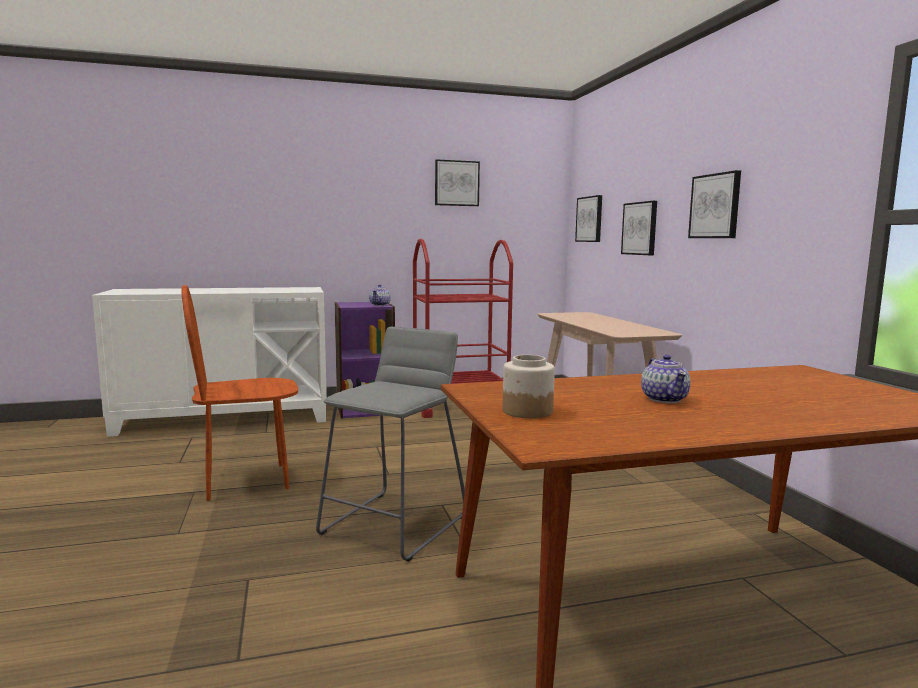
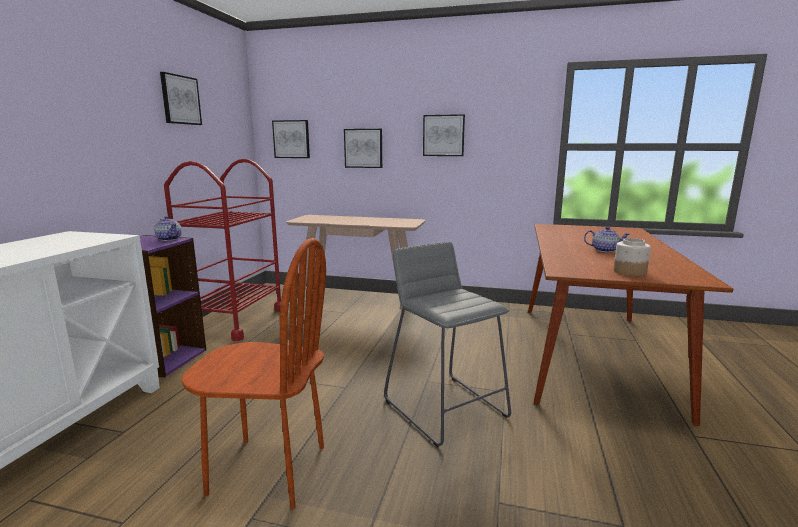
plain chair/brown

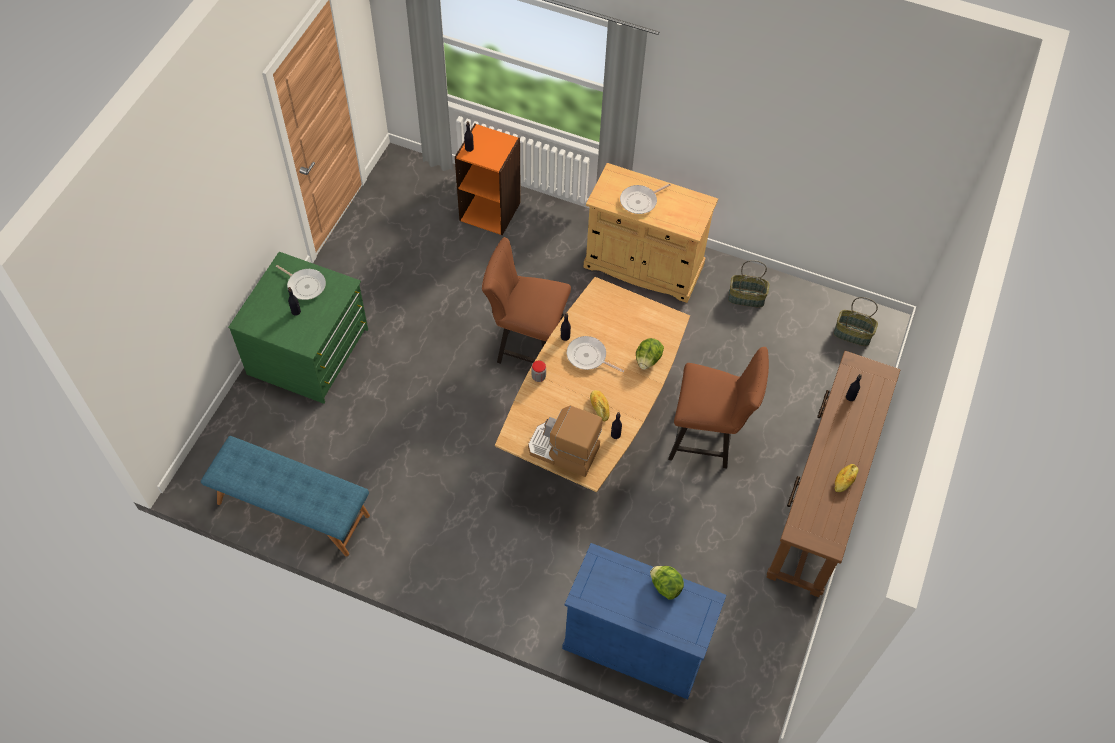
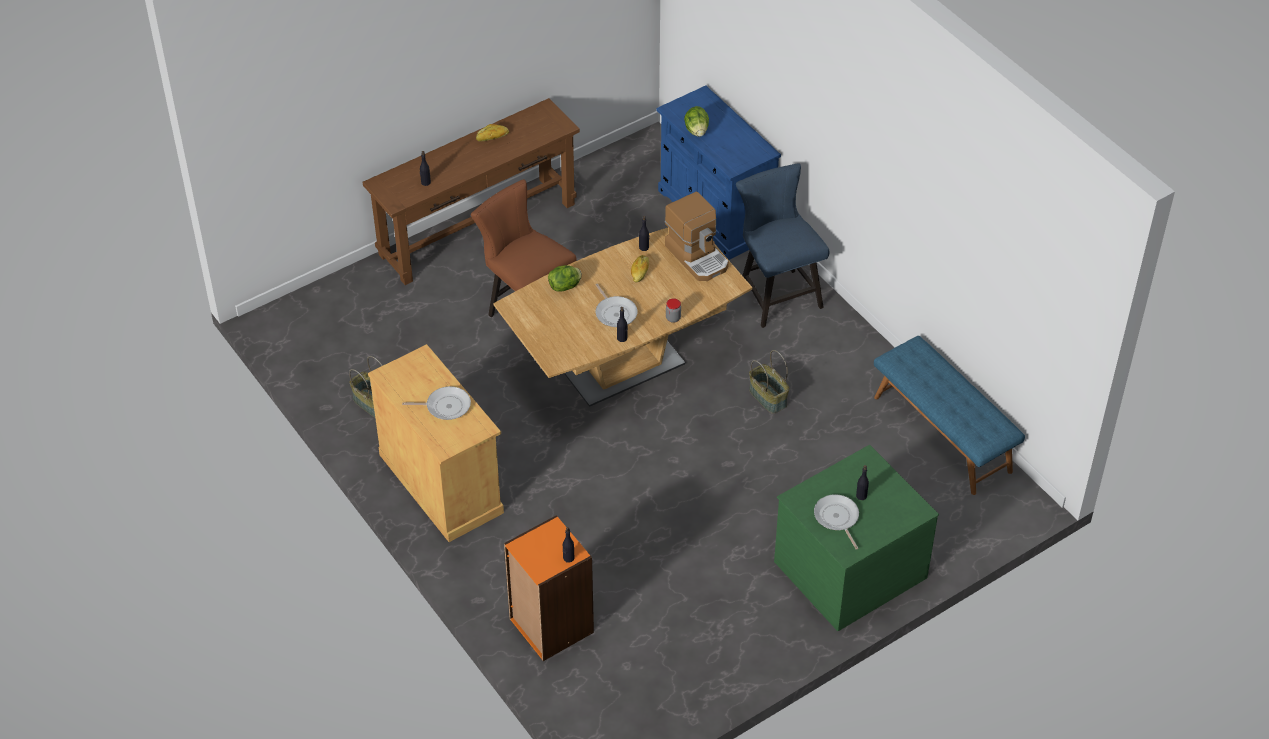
plain chair/brown (1st from left in the first image)
storage basket (2nd from left)
plain chair/bluish

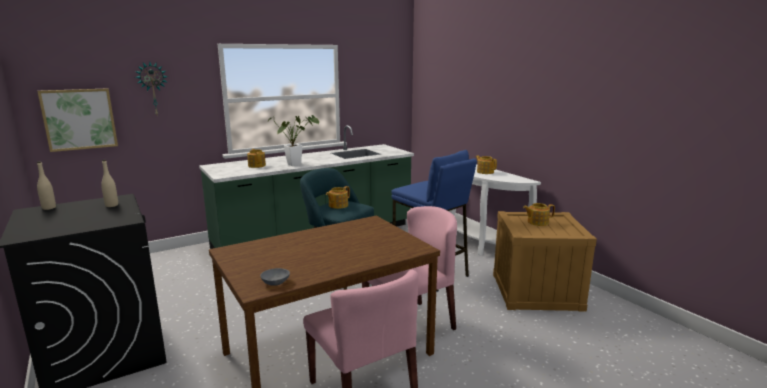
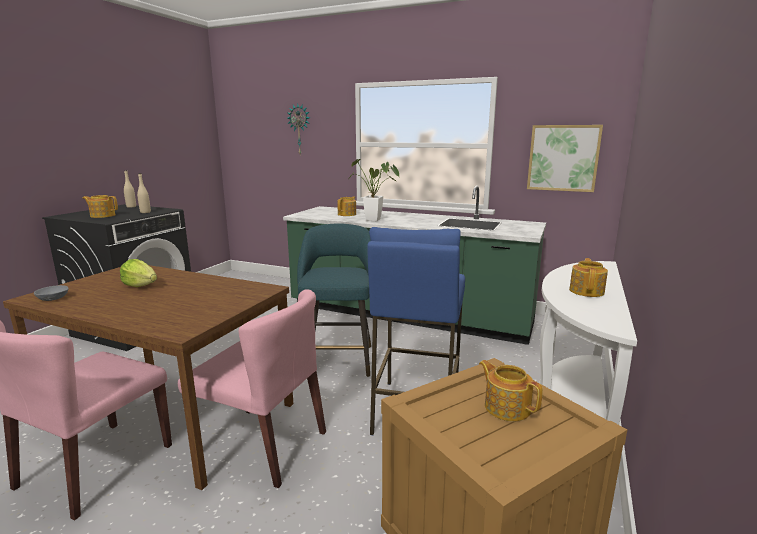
wall art
teapot (1st from left)
lettuce head

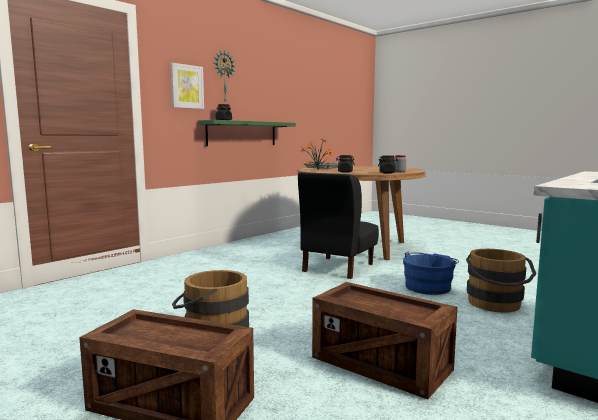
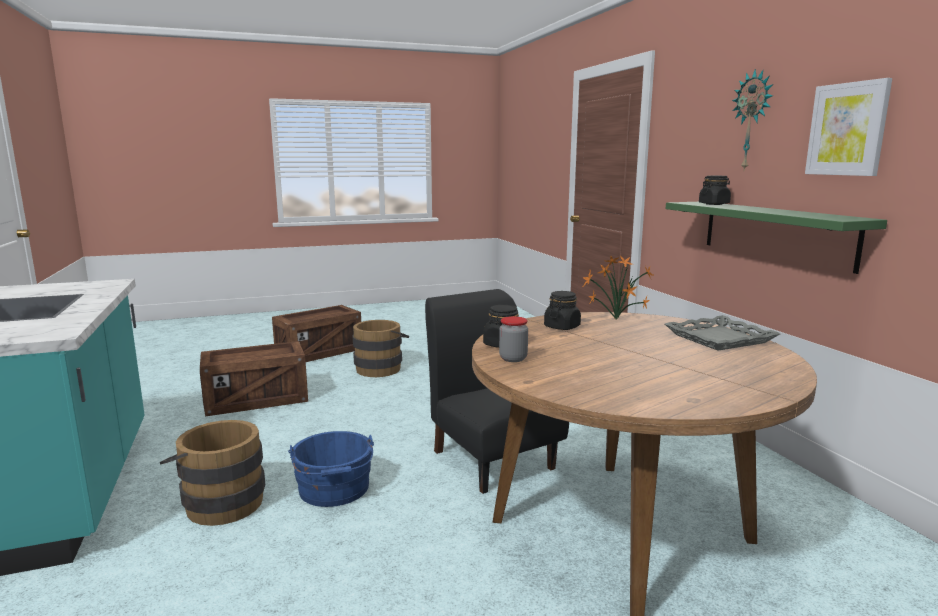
wall art

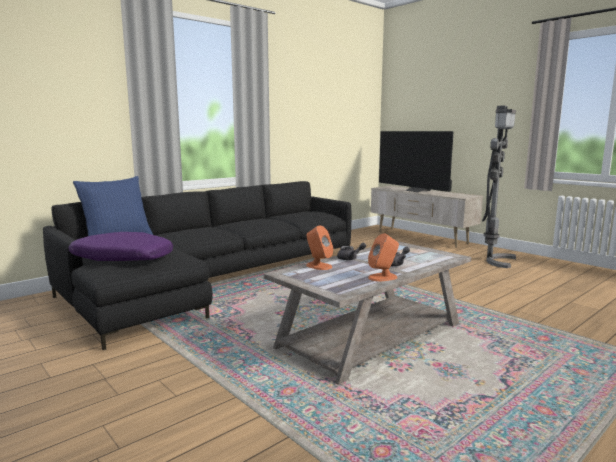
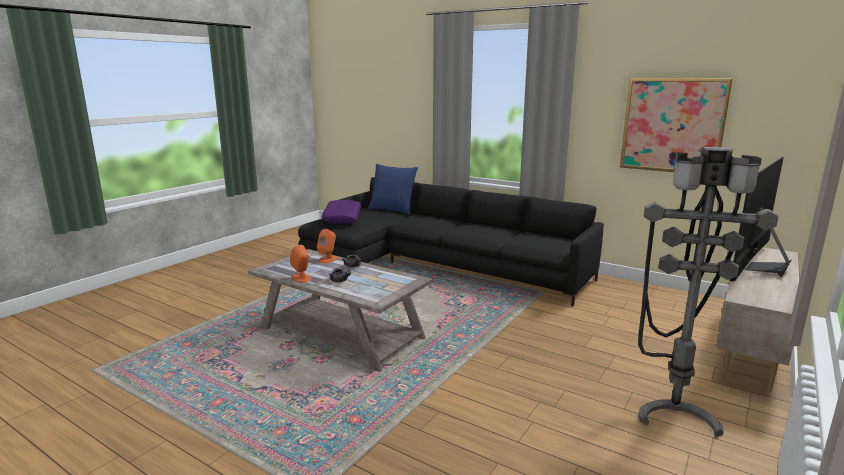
wall art

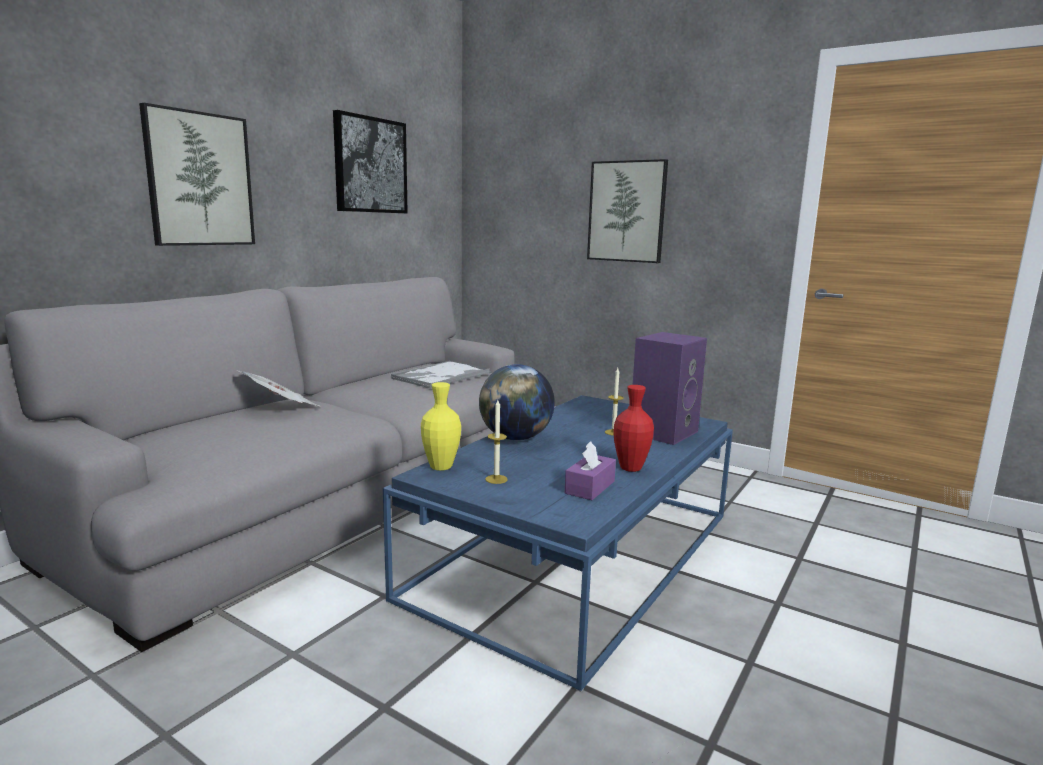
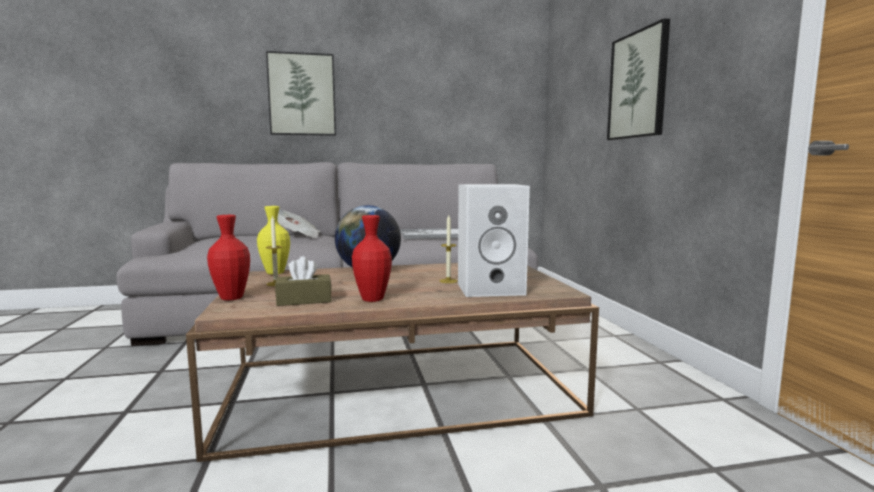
wall art (2nd from left in the first image)
lounge table/brown
tissue holder/brown
loudspeaker/white-coloured
decorative vase/red (1st from left)

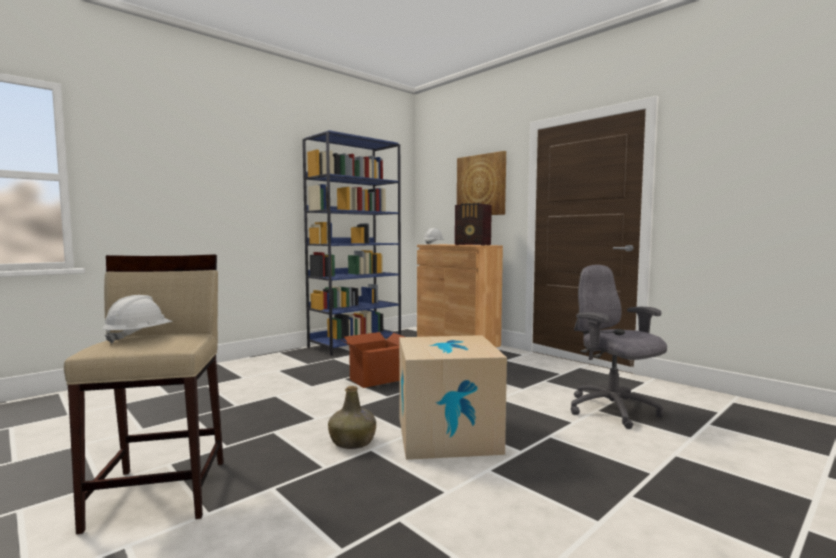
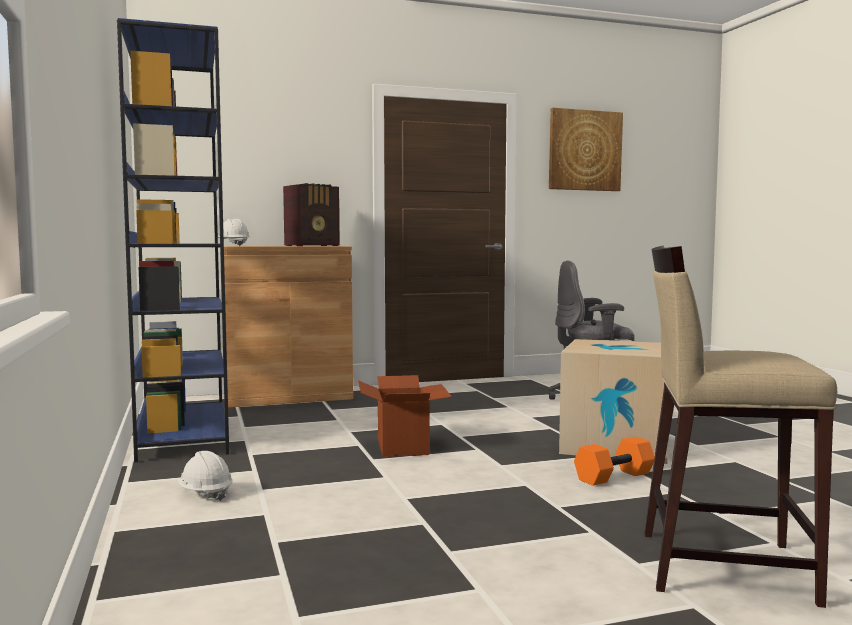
work helmet/white-coloured (1st from left)
free weight/orange-coloured
wall art

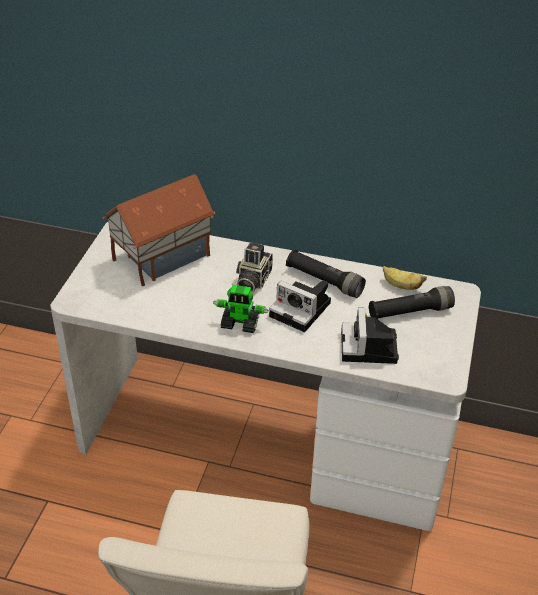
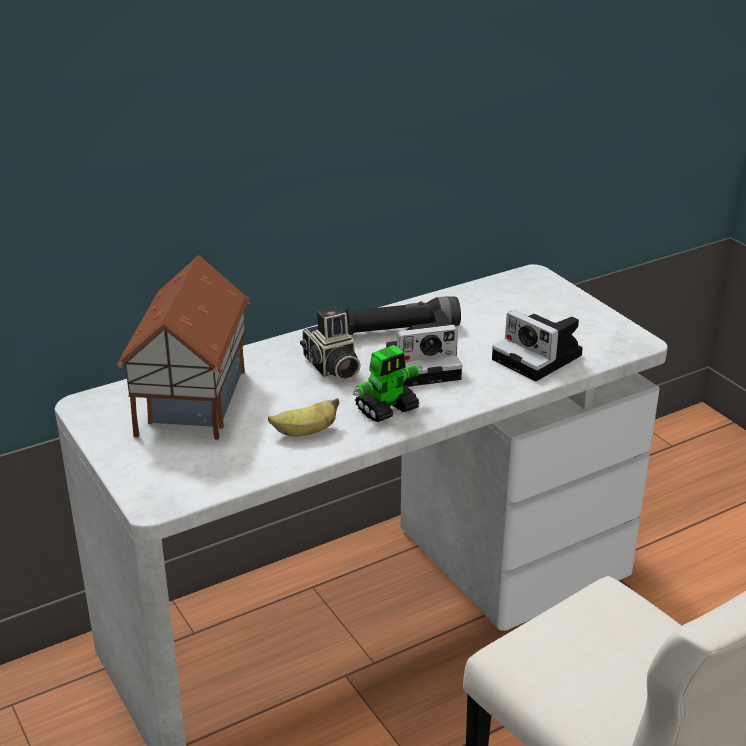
hand torch/black (2nd from left in the first image)
whole banana

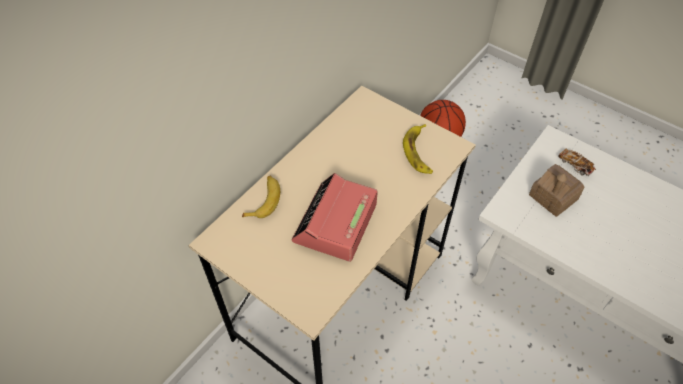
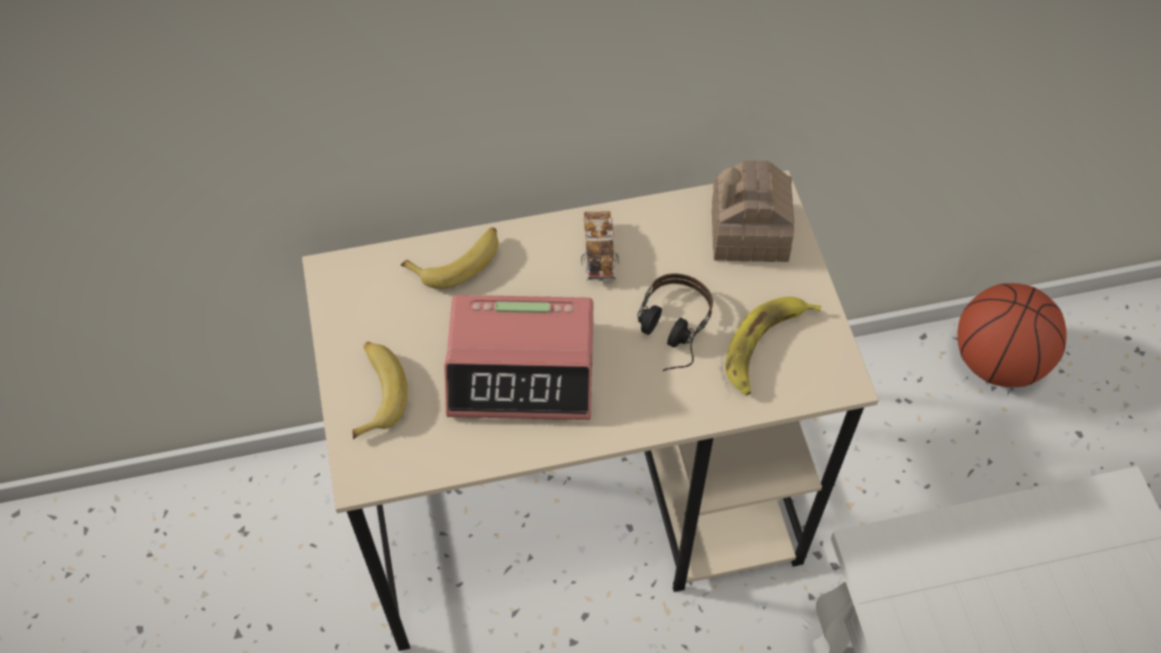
table clock
toy house
toy car
whole banana (1st from left)
pair of headphones

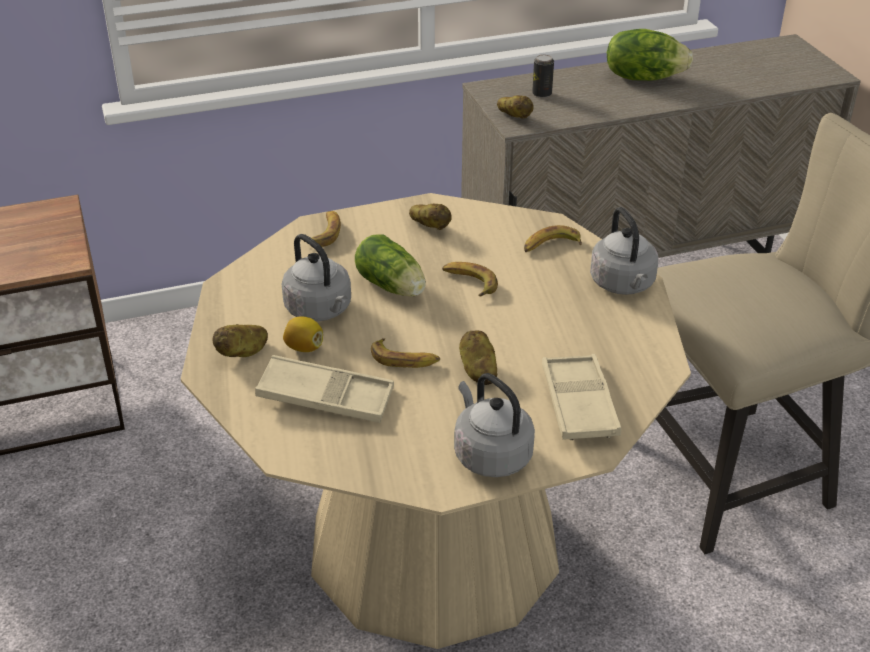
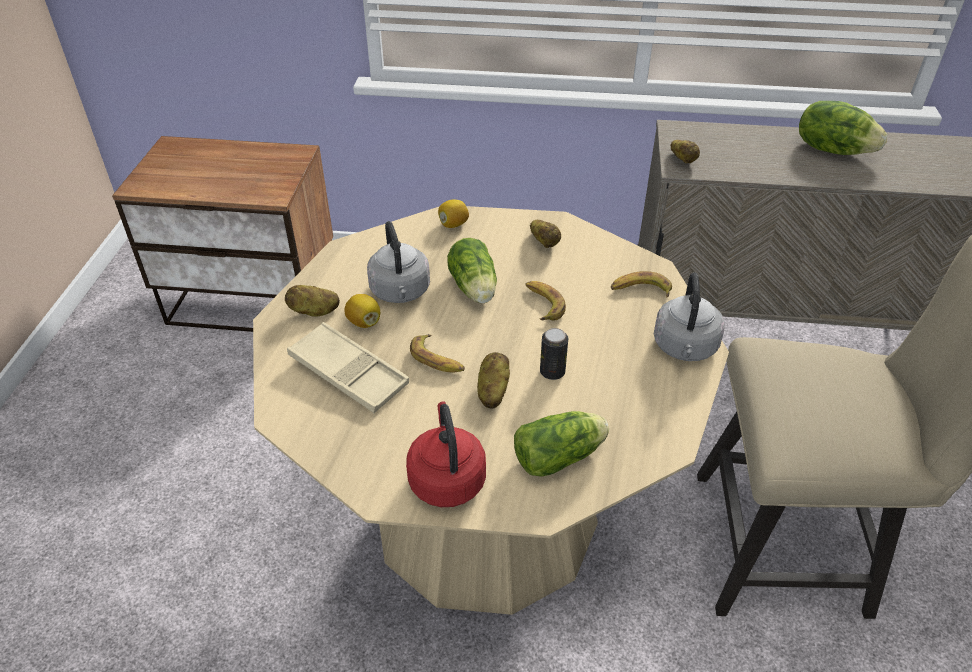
lemon (2nd from left)
tea kettle/red
sealed can
lettuce head (2nd from left)

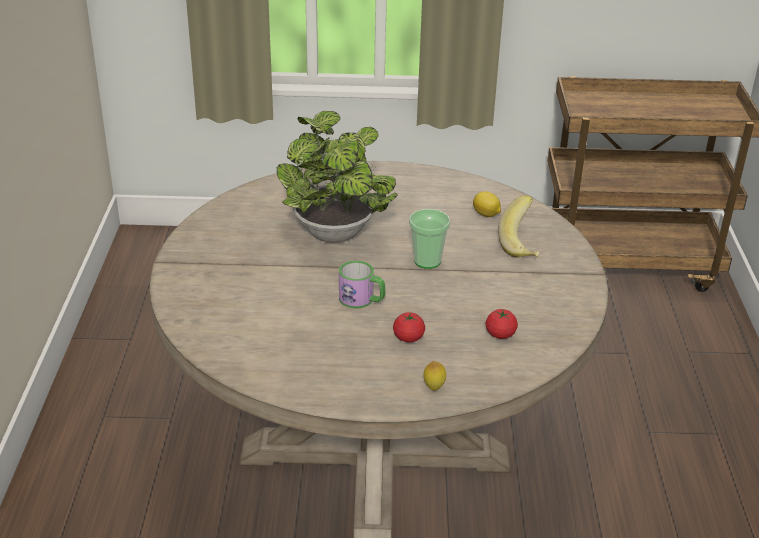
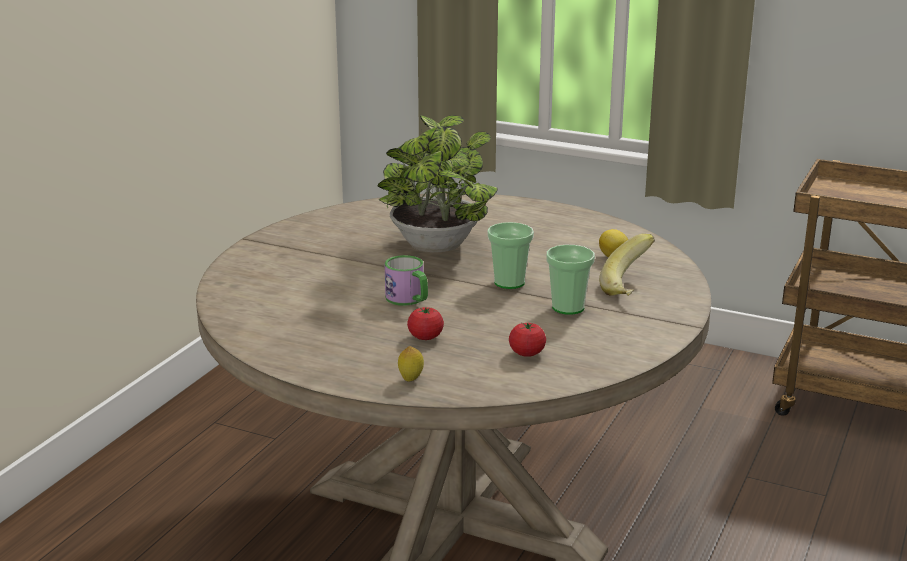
cup (2nd from left)

